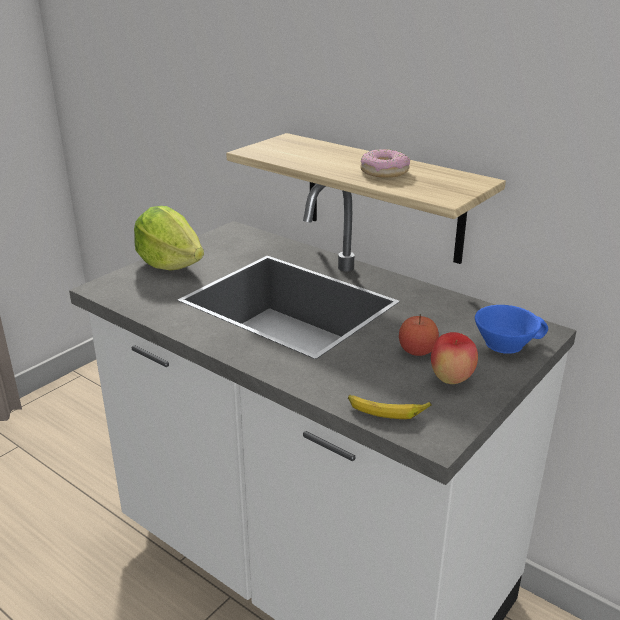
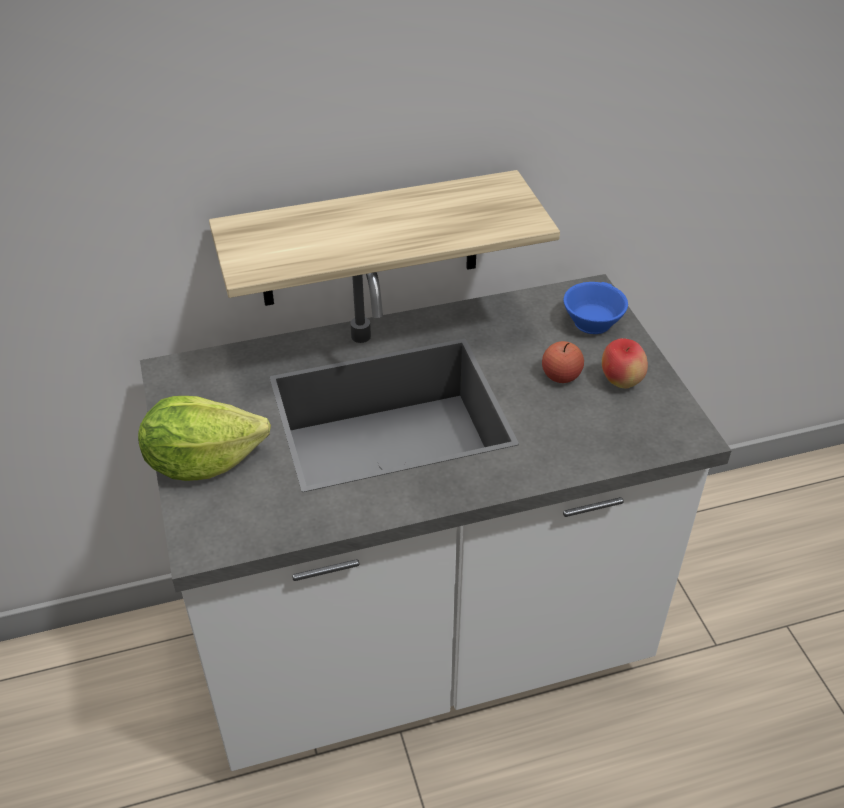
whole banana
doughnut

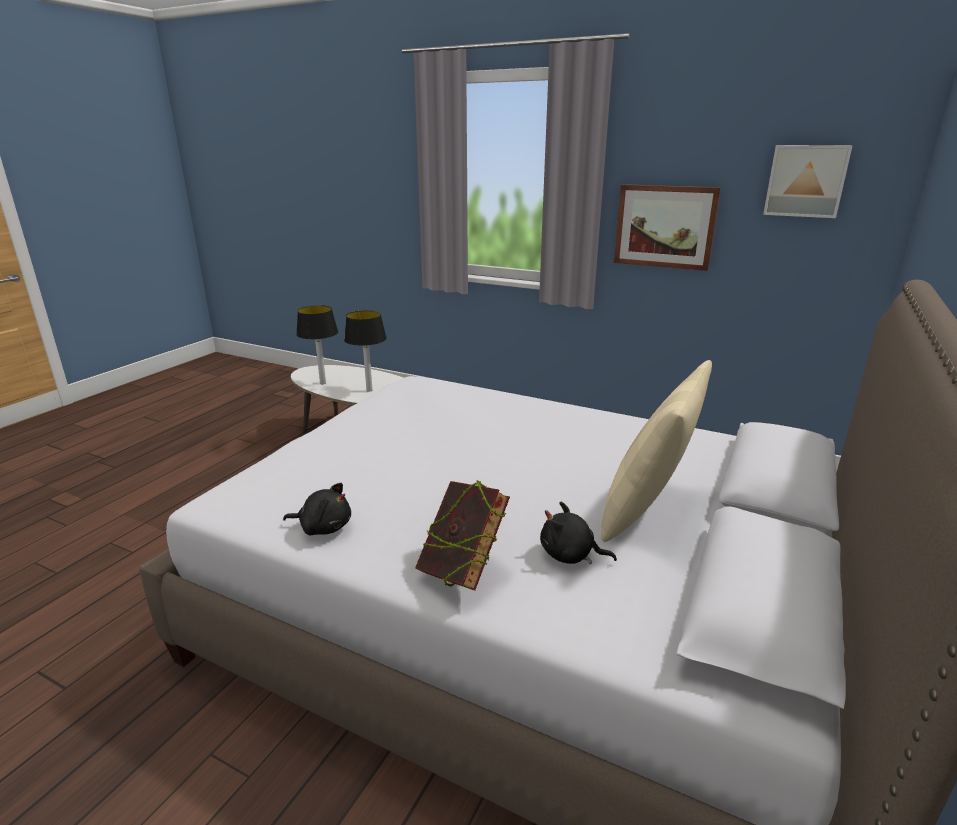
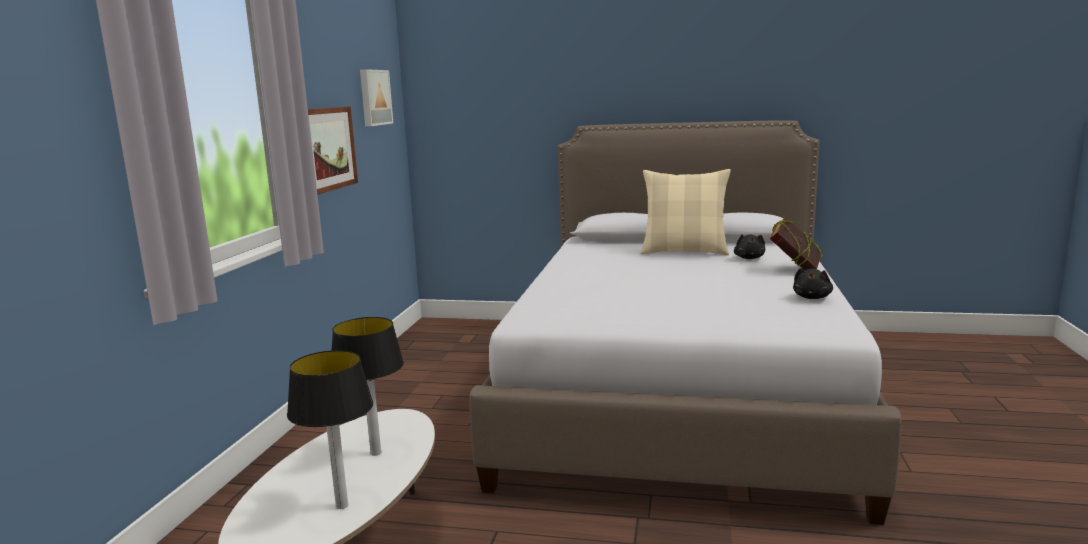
cuddly toy/black (2nd from left)

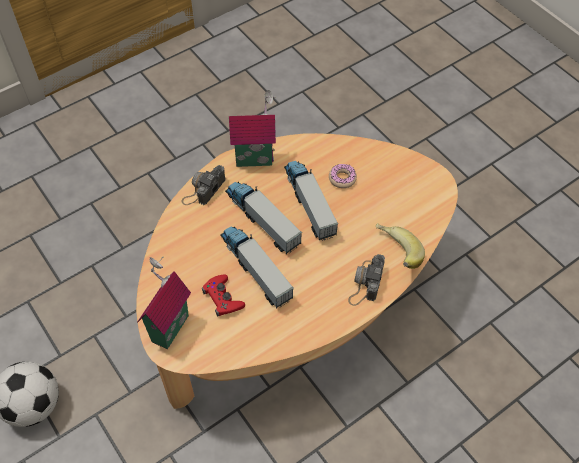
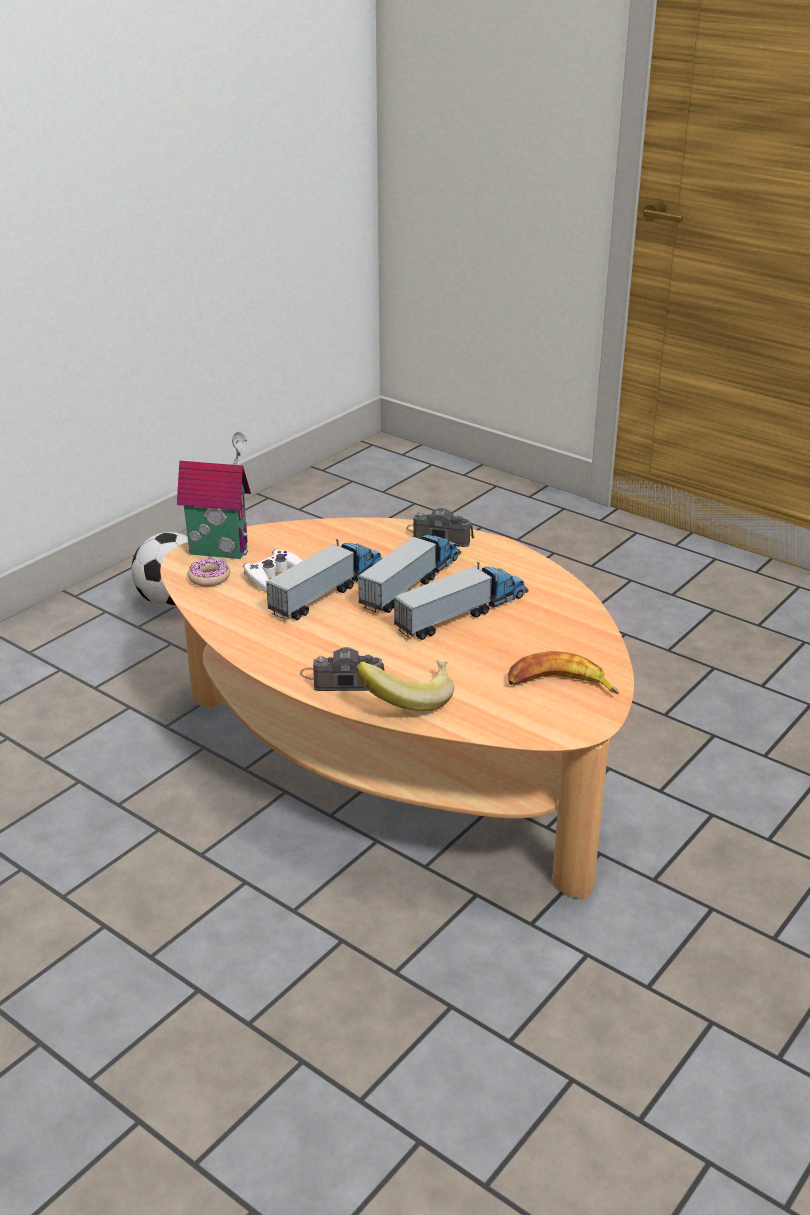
gamepad/white-coloured
toy house (2nd from left in the first image)
doughnut
whole banana (2nd from left)

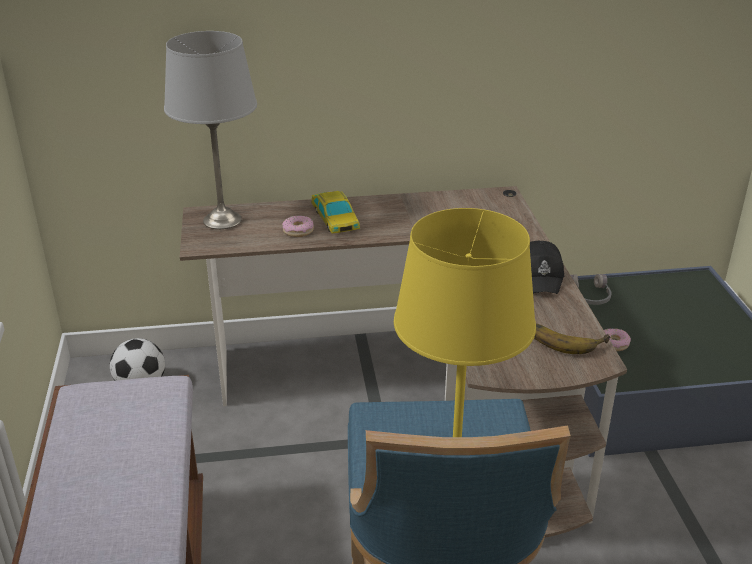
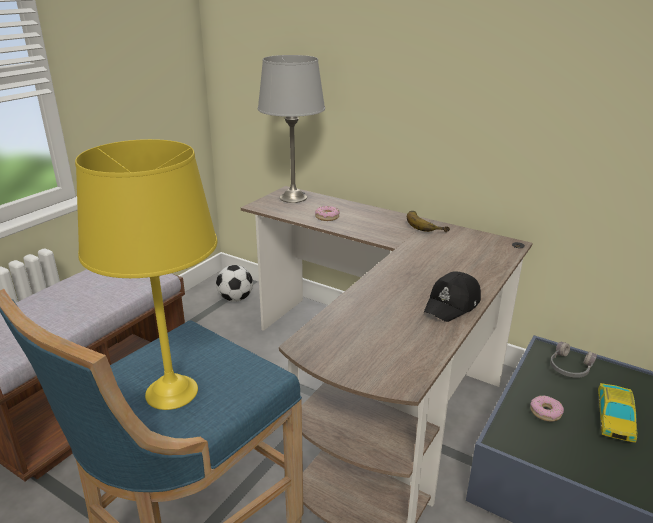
toy car
whole banana

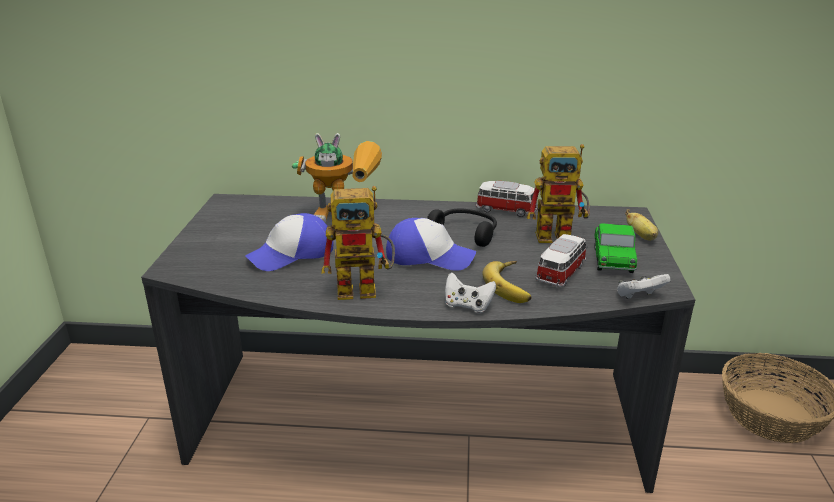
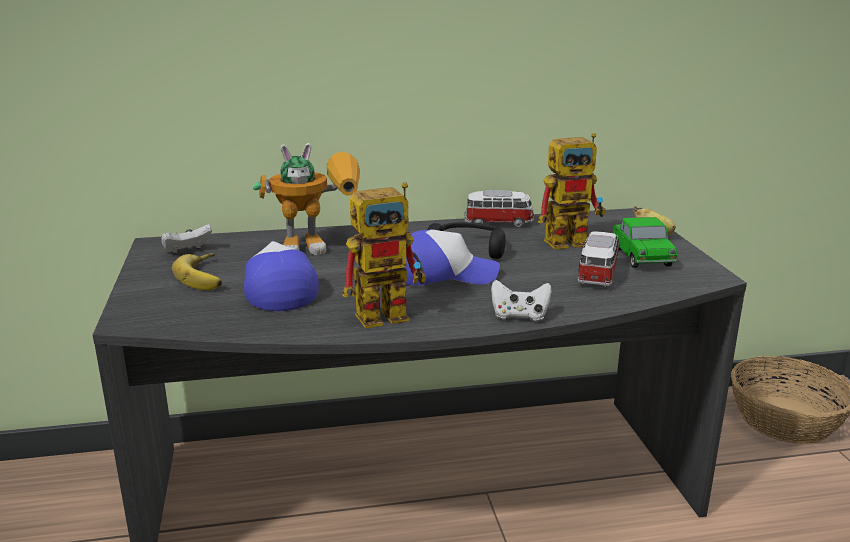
baseball cap (1st from left)
whole banana (1st from left)
gamepad/white-coloured (1st from left)

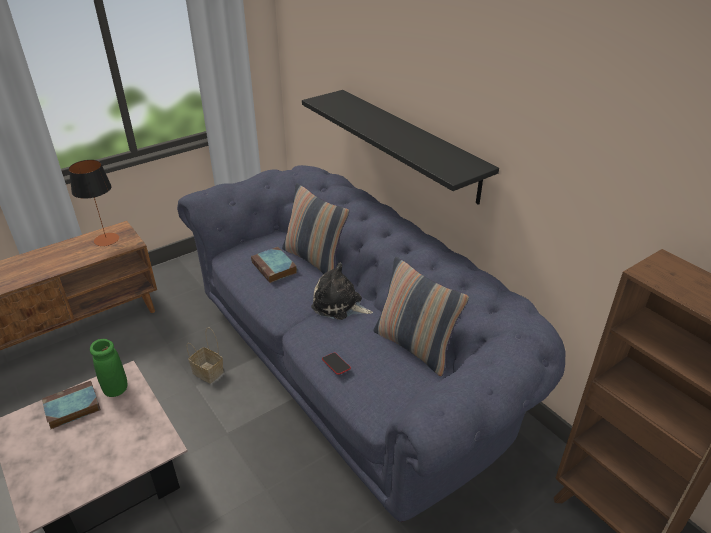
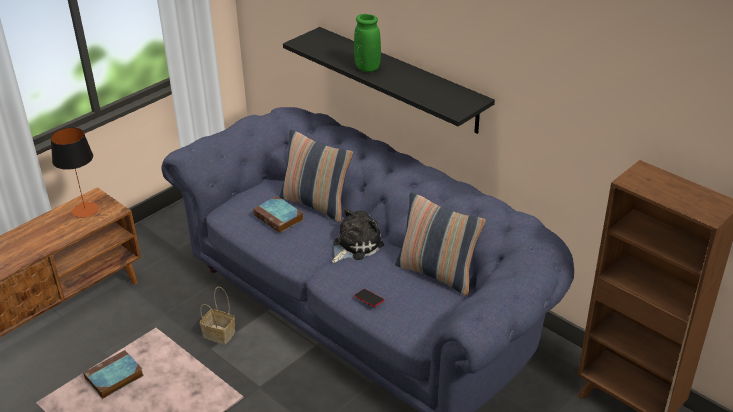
decorative vase/greenish
cuddly toy

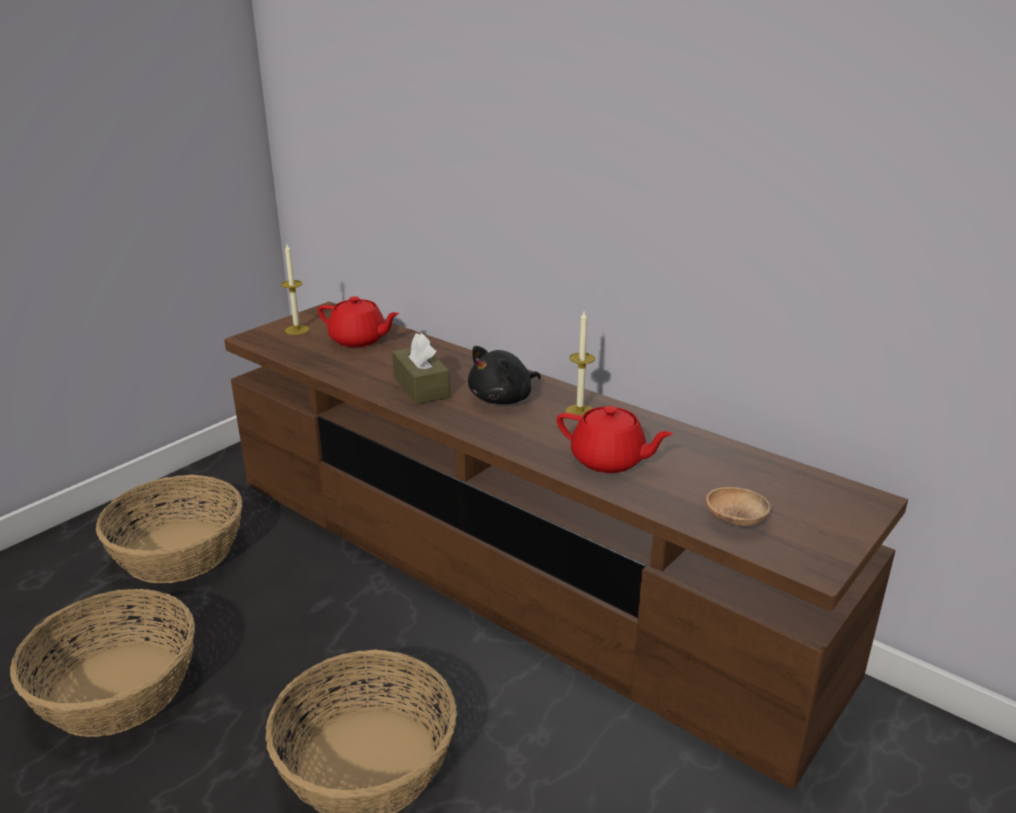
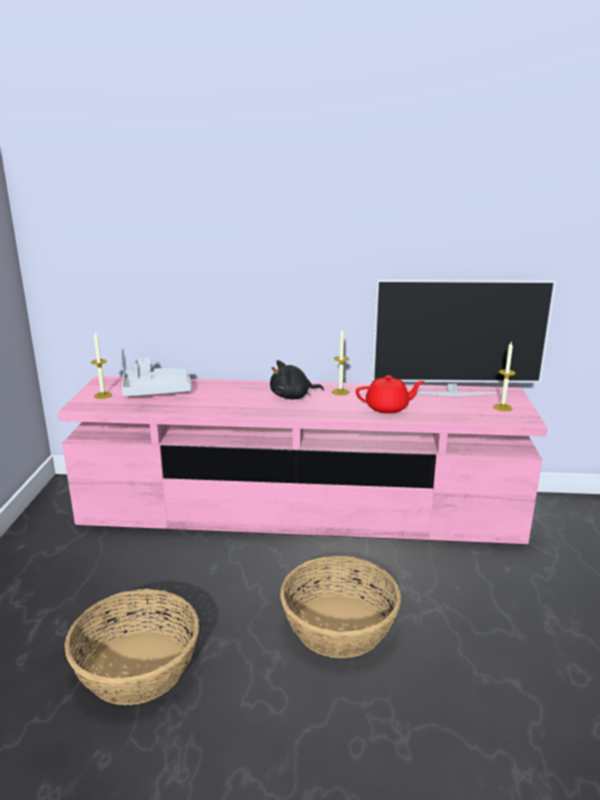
storage basket (2nd from left in the first image)
media console/pinkish
serving tray/greyish
tissue holder/brown
cuddly toy/black
serving bowl/brown
television
candle (3rd from left)

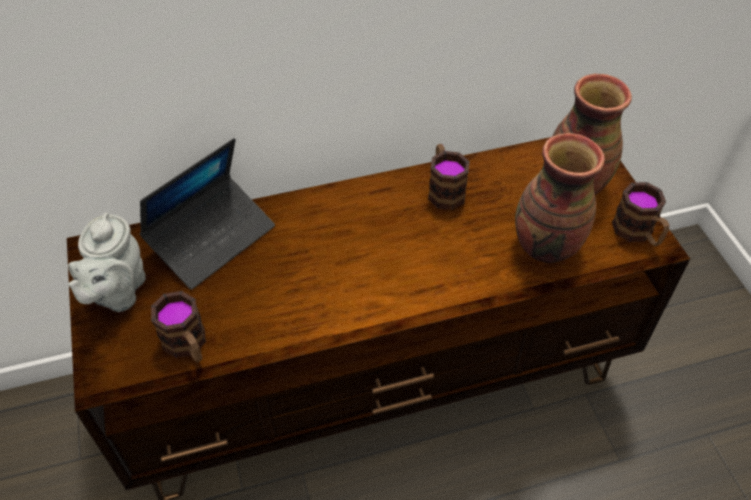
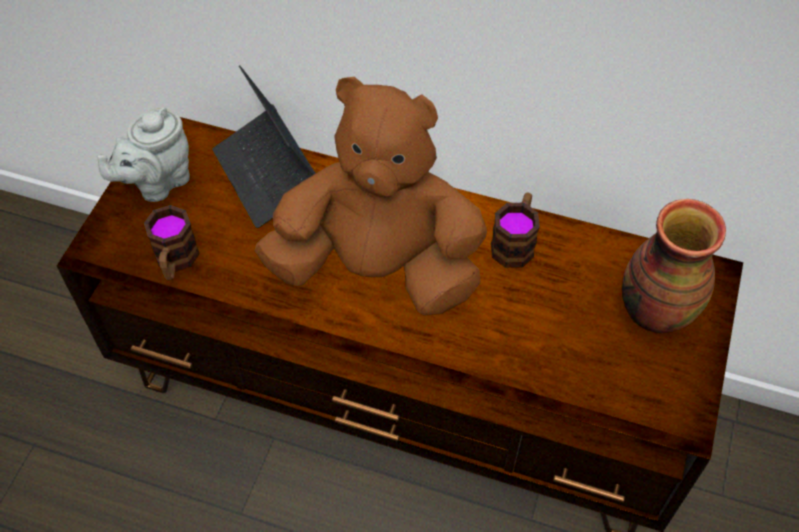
portable computer
decorative vase (1st from left in the first image)
tea mug (3rd from left in the first image)
cuddly toy/brown

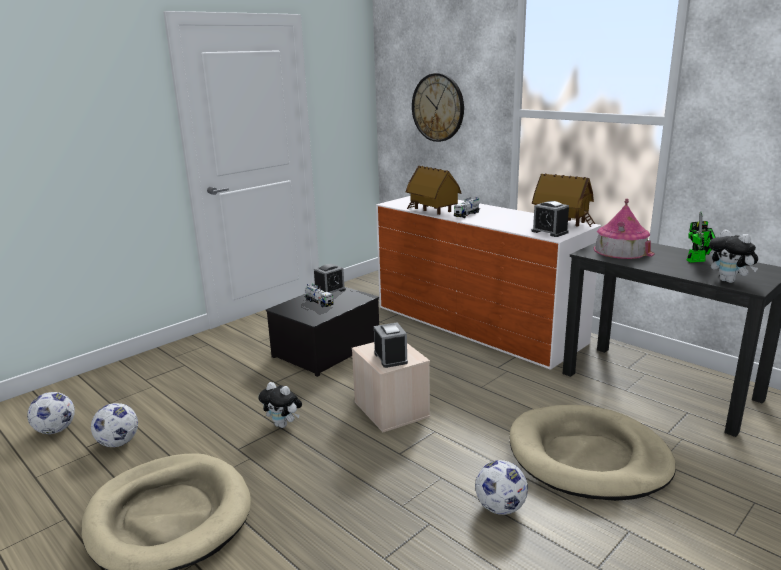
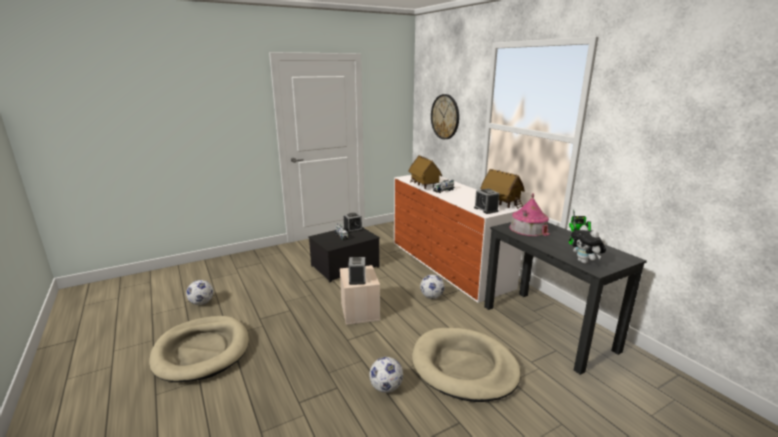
ball for football (3rd from left)
cuddly toy (1st from left in the first image)

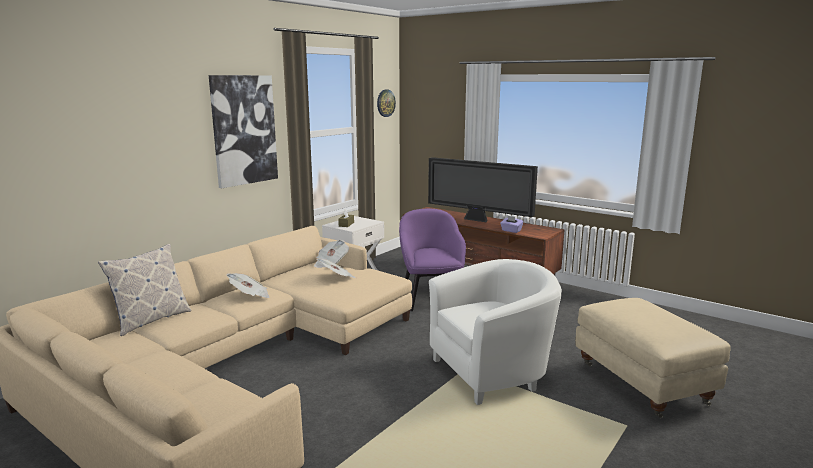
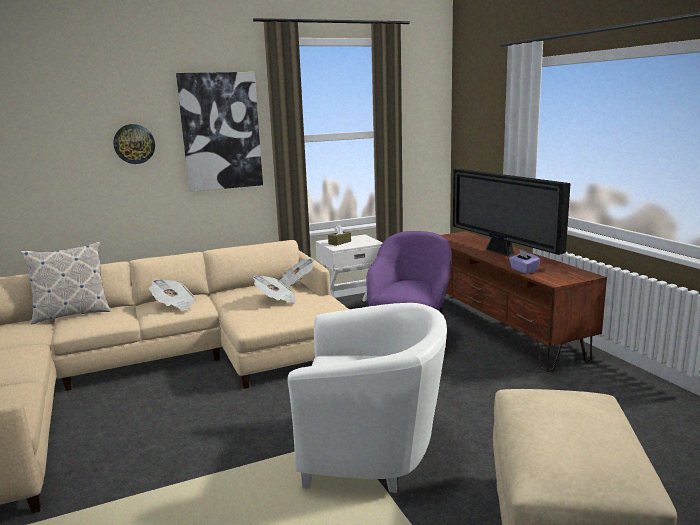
hanging clock

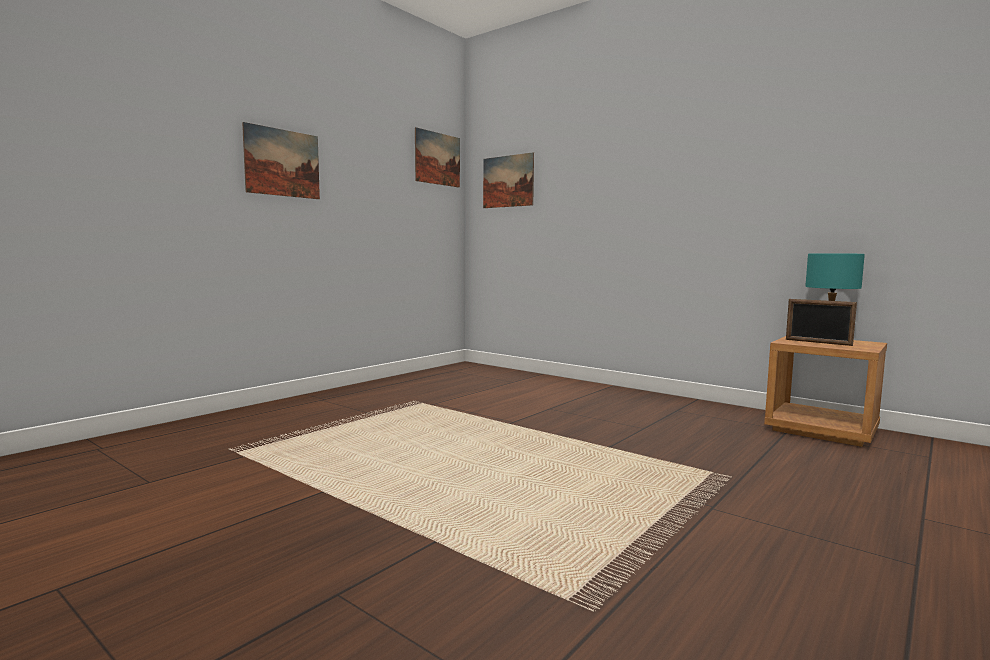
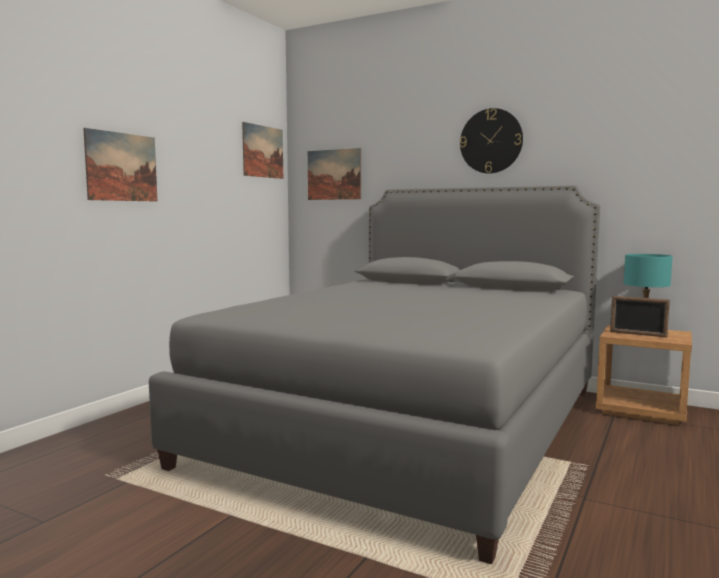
bedroom bed/greyish
hanging clock

